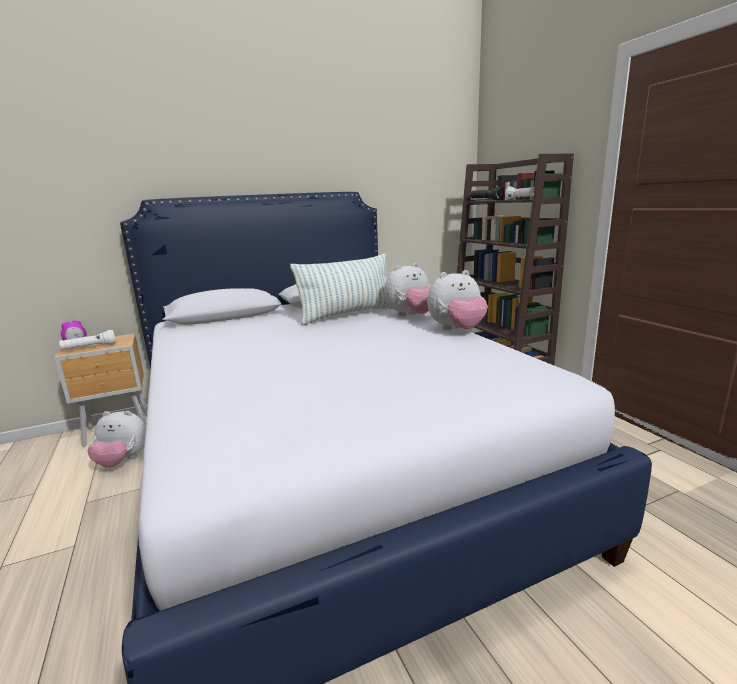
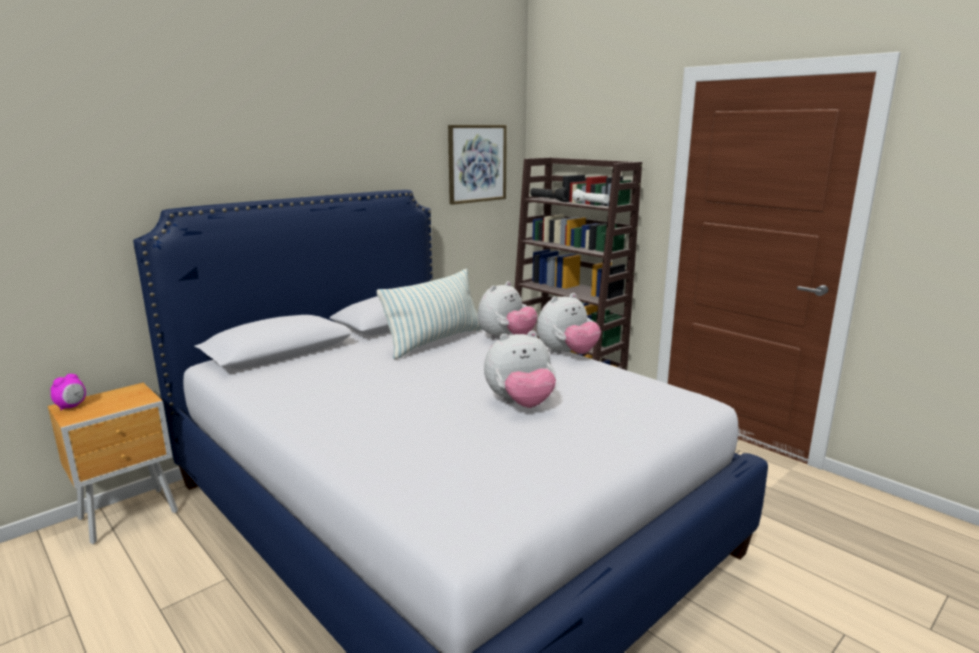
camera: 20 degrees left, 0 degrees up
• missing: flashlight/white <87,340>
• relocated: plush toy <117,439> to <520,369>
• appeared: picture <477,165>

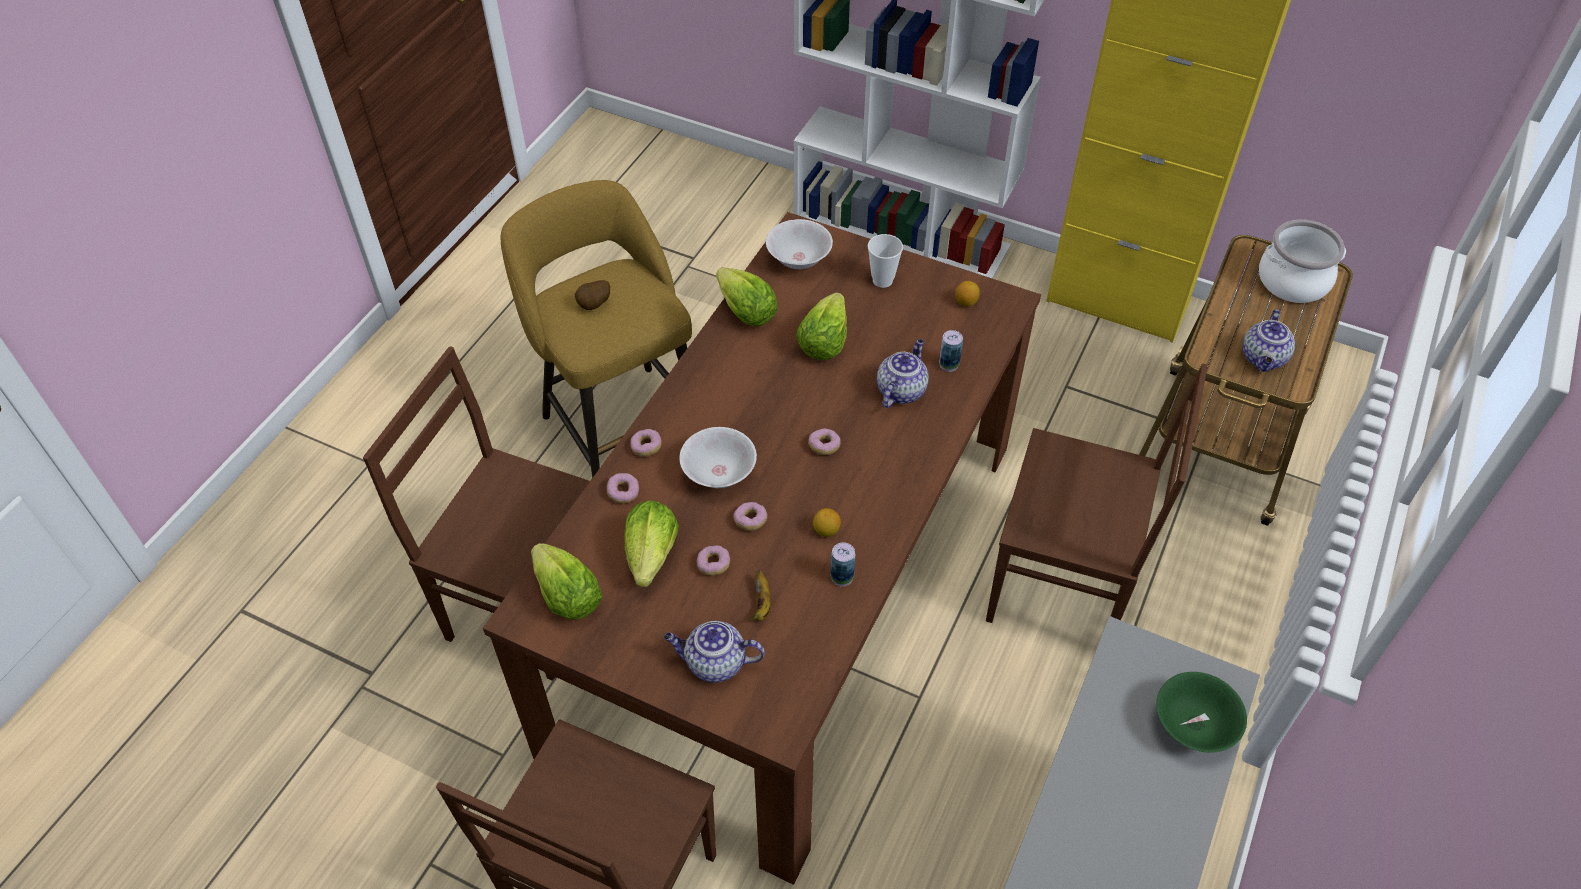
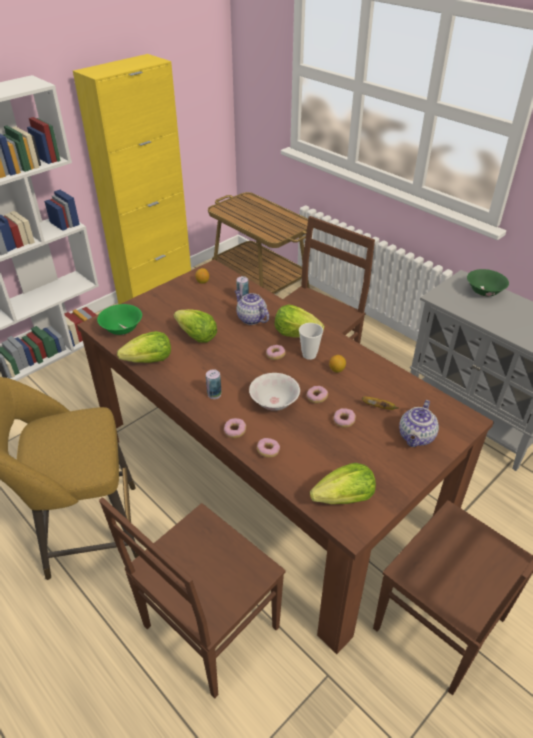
camera: 70 degrees left, 10 degrees down
• colour: bowl/white <799,244> to bowl/green <119,319>
• missing: cooking pot <1302,261>
• relocated: cup <885,261> to <311,341>
• missing: potato <592,295>
• missing: teapot <1269,340>
• relocated: lettuce <651,544> to <299,321>
• relocated: can <842,564> to <213,384>

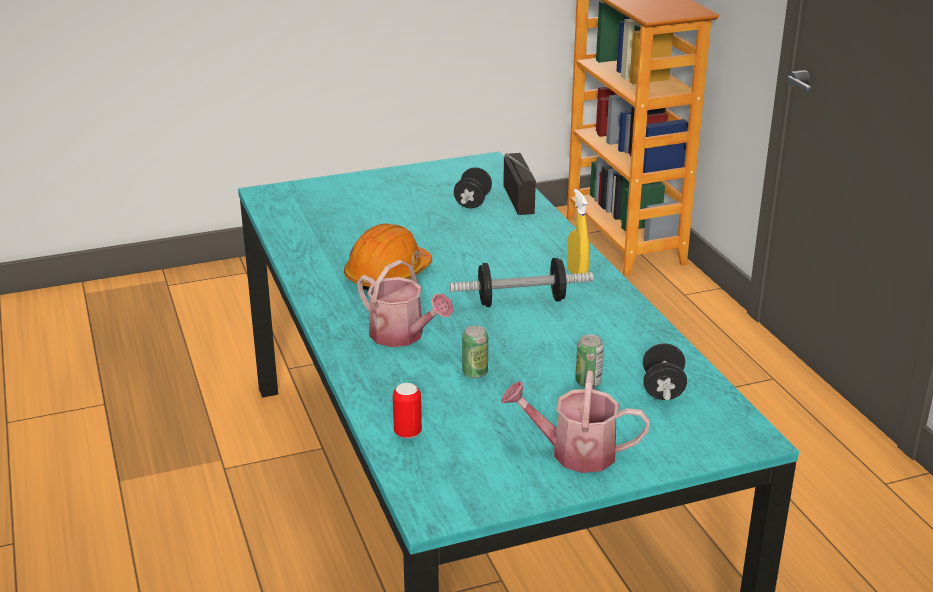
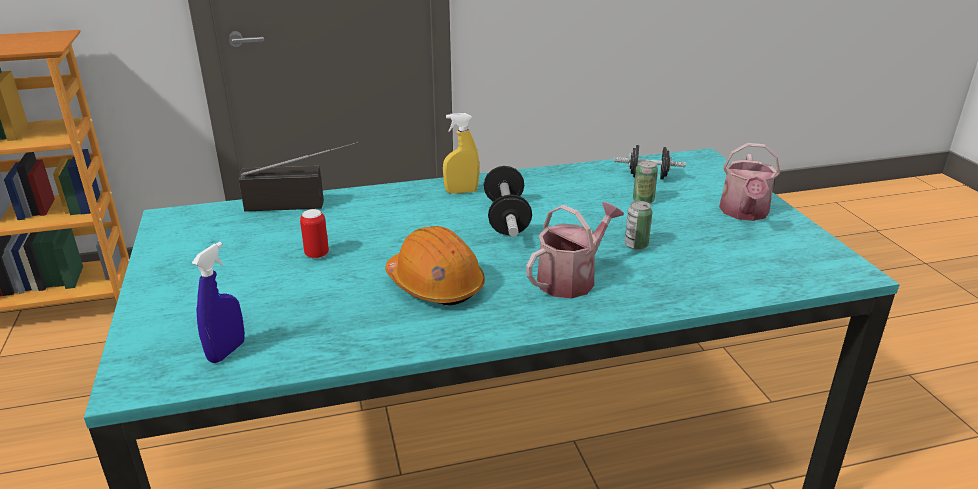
camera: 85 degrees left, 0 degrees up
• missing: dumbbell/black <473,187>
• relocated: can <407,410> to <314,234>
• appeared: spray bottle/blue <218,302>

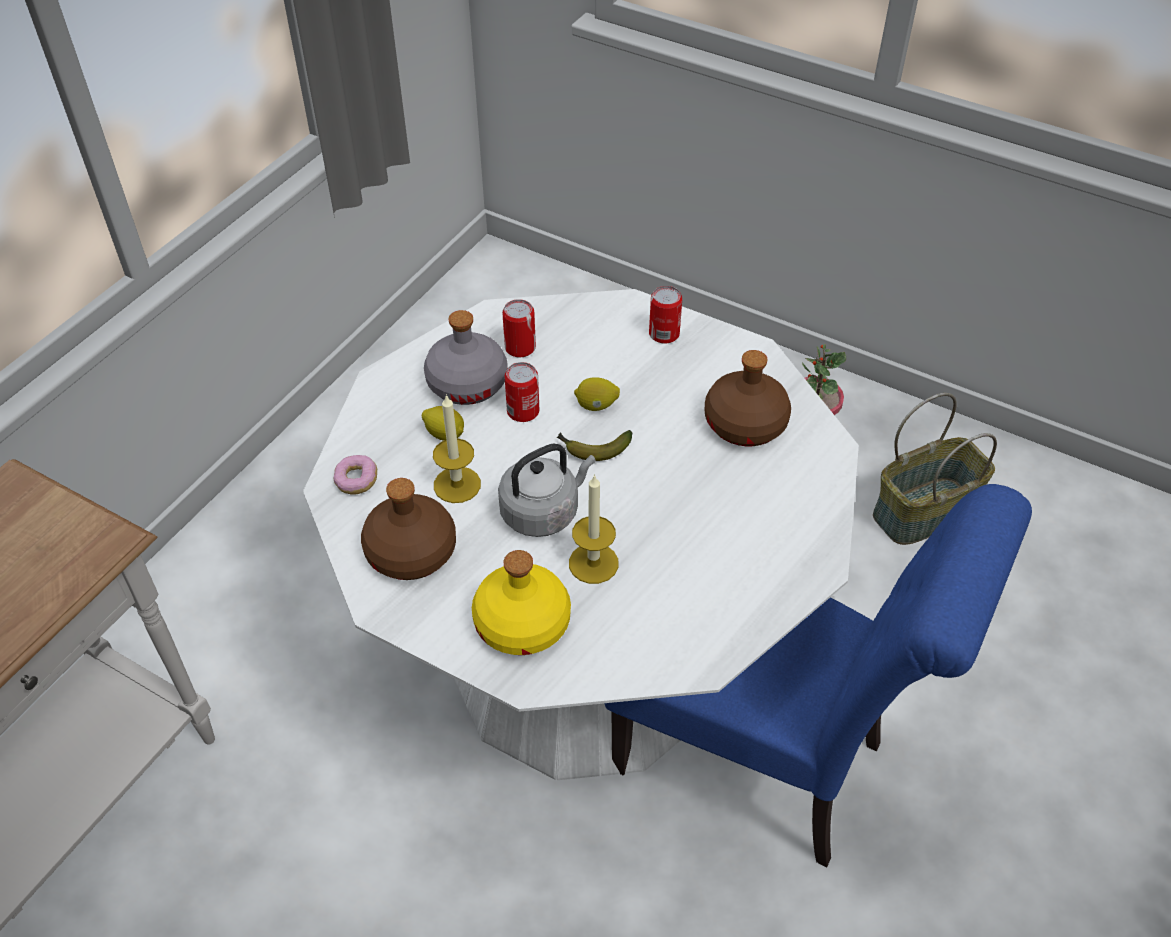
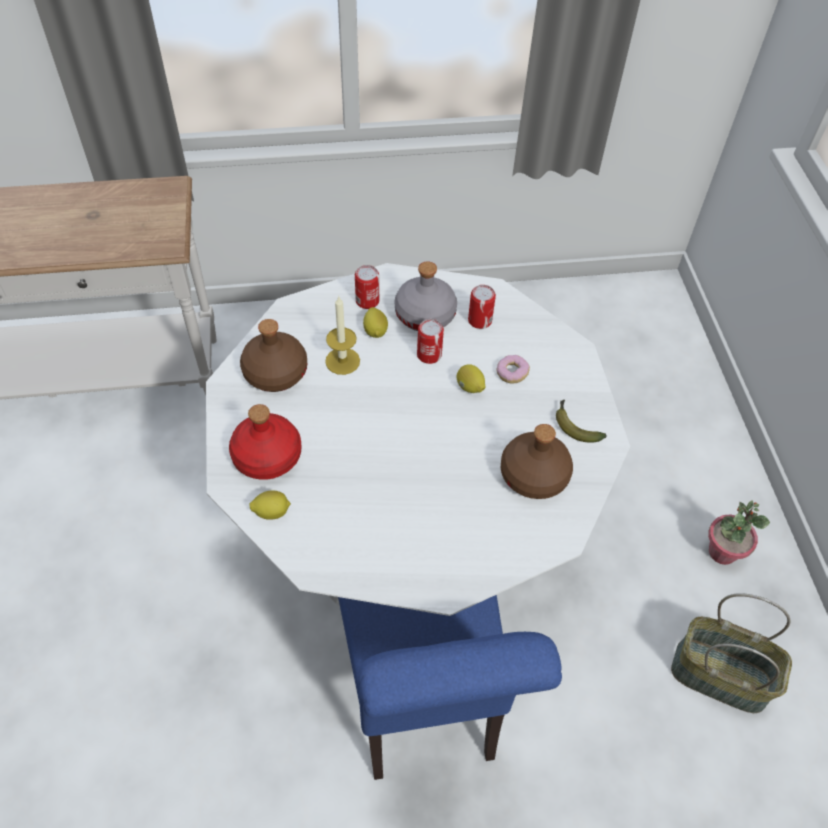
camera: 50 degrees right, 5 degrees up
• relocated: can <665,315> to <367,287>
• relocated: banana <594,445> to <581,420>
• missing: kettle/grey <547,490>
• relocated: donut <355,475> to <513,369>
• missing: candle <594,529>
• colour: bottle/yellow <521,602> to bottle/red <265,441>
• appeared: lemon <270,505>

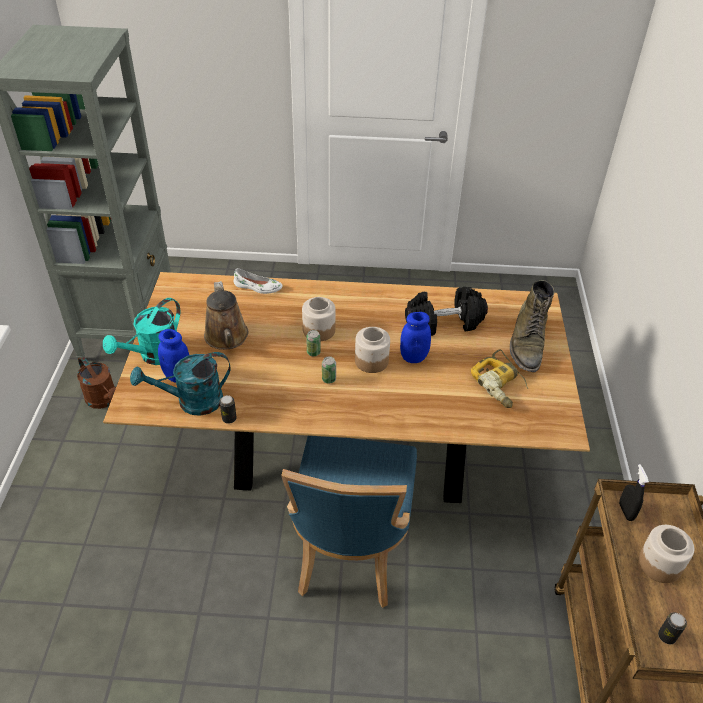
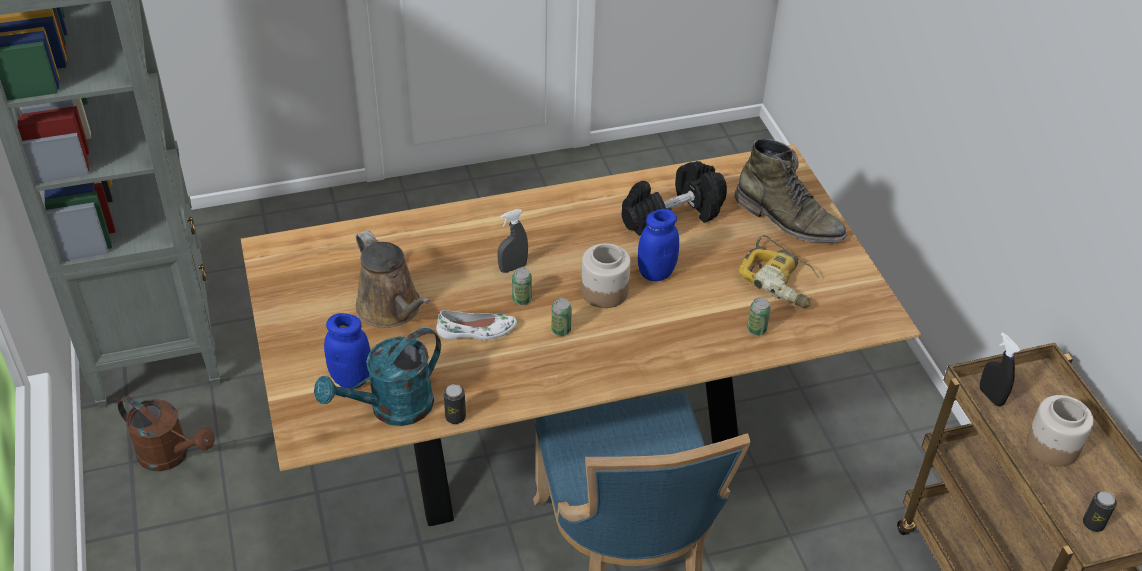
camera: 20 degrees left, 0 degrees up
• relocated: shoe/white <258,281> to <476,325>
• spun: boot/green <532,326> = <790,191> 45 degrees counterclockwise
• exchanged: jar <319,319> to spray bottle/grey <513,241>
• missing: watering can/turquoise <142,331>
• appeared: can <759,317>

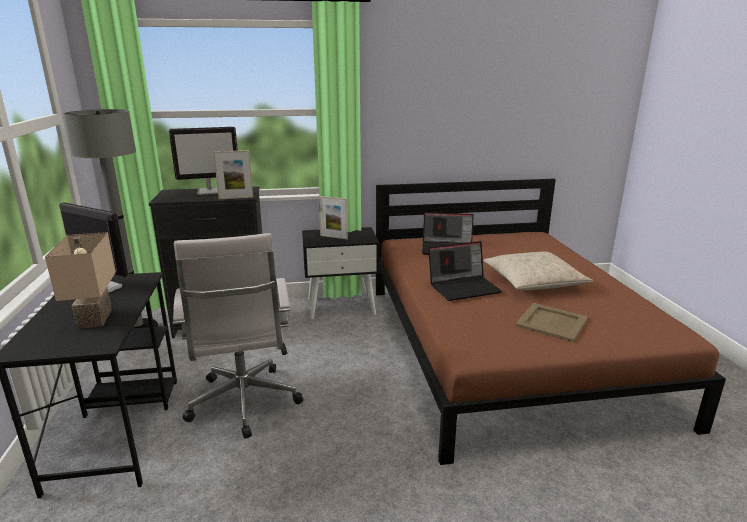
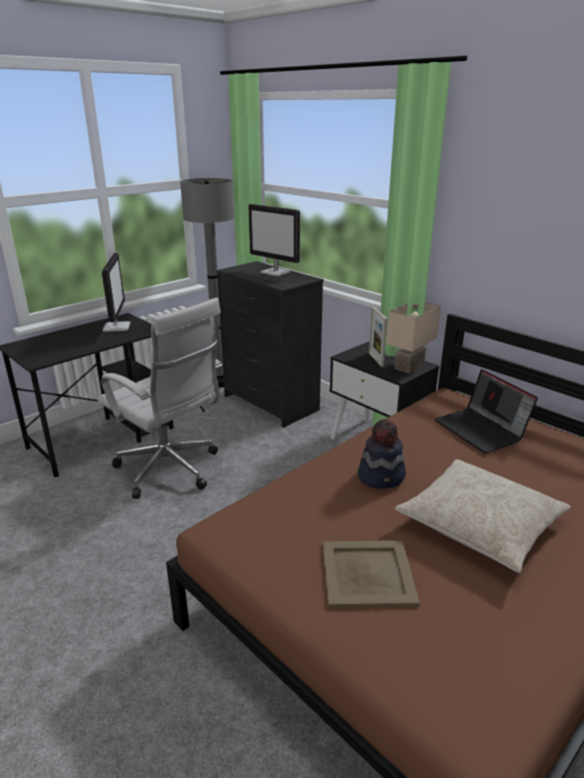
camera: 55 degrees right, 5 degrees up
• missing: picture frame <233,174>
• relocated: table lamp/beige <80,280> to <413,338>
• spun: office chair/white <238,336> = <160,398> 90 degrees counterclockwise
• exchanged: laptop <465,271> to hat <382,453>

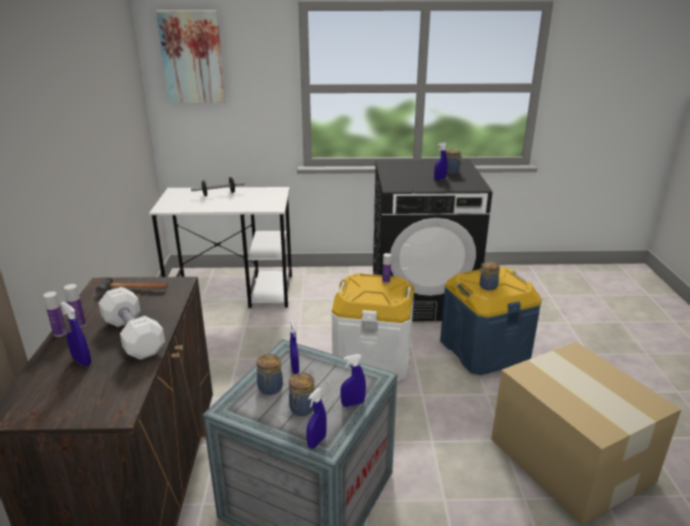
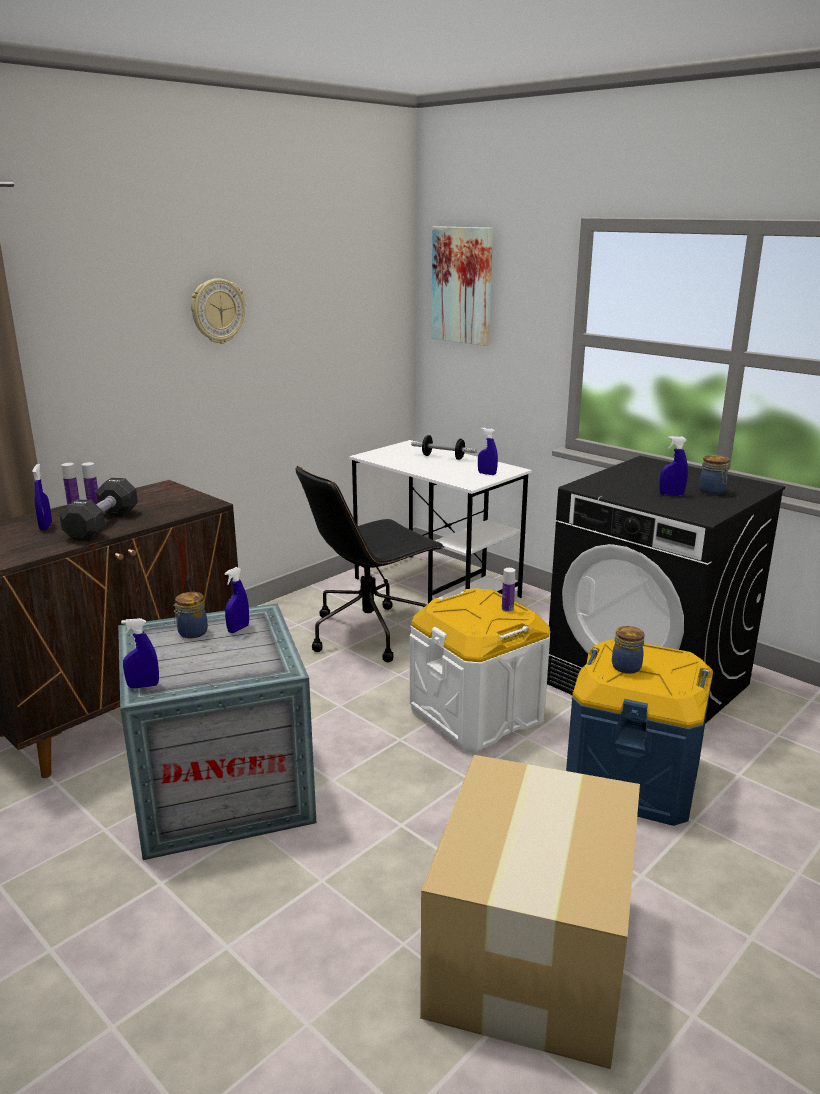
camera: 45 degrees right, 5 degrees down
• missing: hammer <132,286>
• colour: dumbbell/white <132,323> to dumbbell/black <99,509>
• relocated: spray bottle/blue <353,380> to <488,451>
• missing: jar <302,394>
• appeared: wall clock <218,311>
• appeared: office chair/black <370,563>

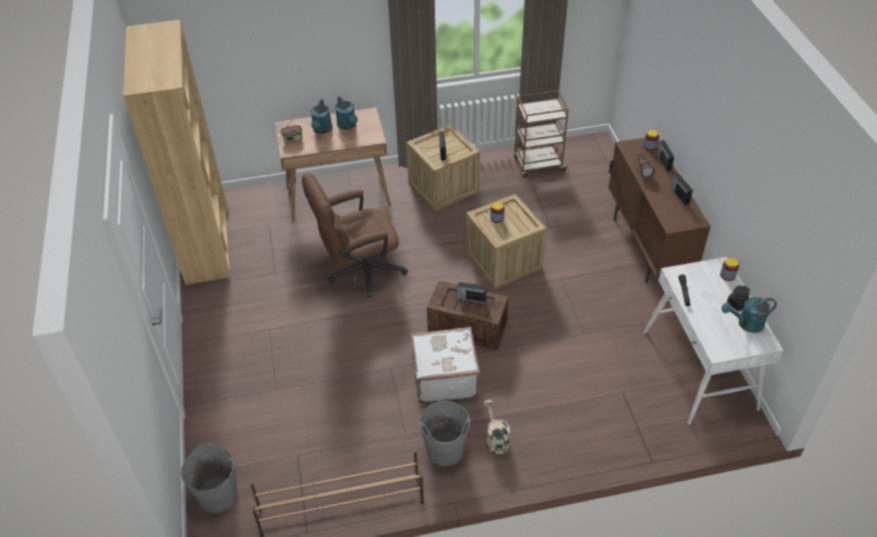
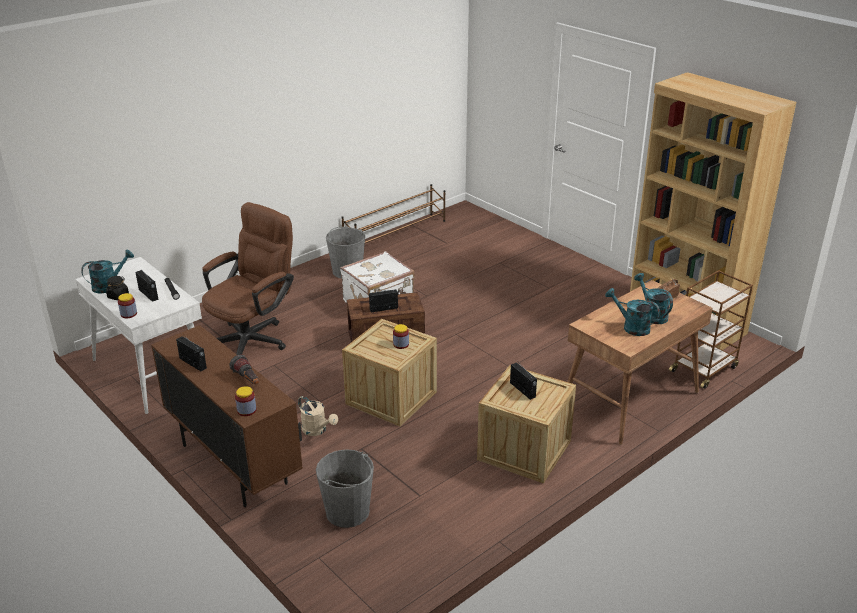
camera: 150 degrees right, 15 degrees down
• relocated: cart/brown <541,134> to <711,329>
• relocated: radio <665,156> to <146,285>
• relocated: office chair/brown <355,235> to <248,278>
• relocated: watering can/beige <496,427> to <318,416>
• relocated: bucket/grey <209,478> to <345,488>

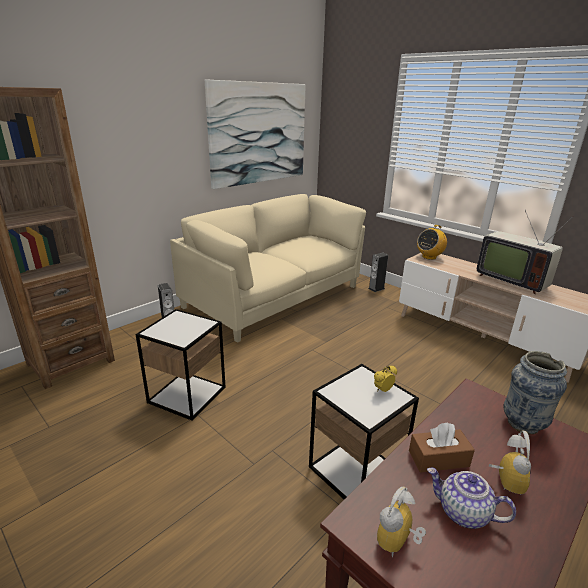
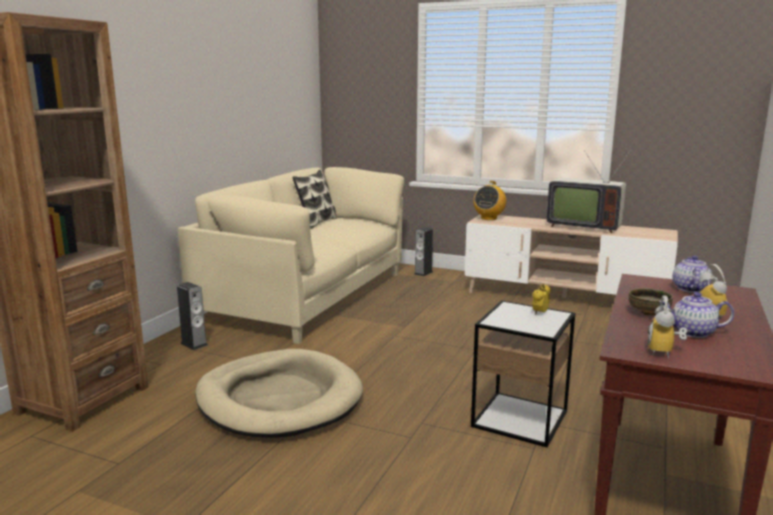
camera: 20 degrees left, 10 degrees down
• missing: picture <255,134>
• exchanged: side table <181,365> to dog bed/beige <279,393>
• exchanged: vase <535,392> to teapot <692,274>
• exchanged: tissue box/brown <442,447> to bowl <651,302>
• appeared: pillow <314,199>

